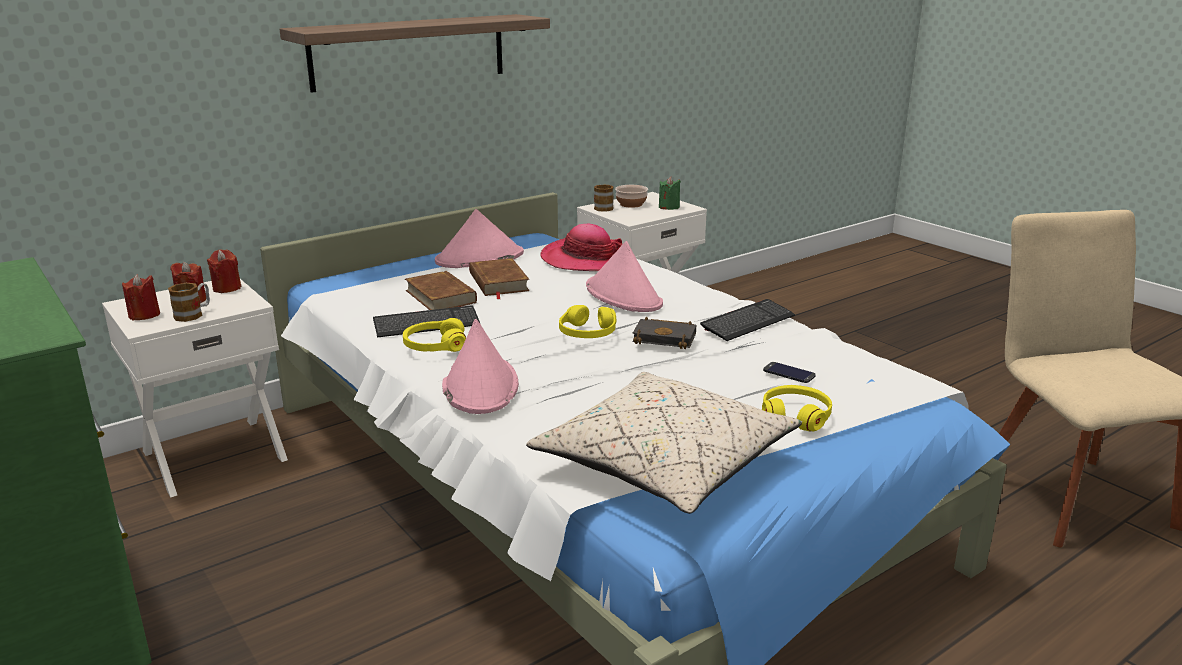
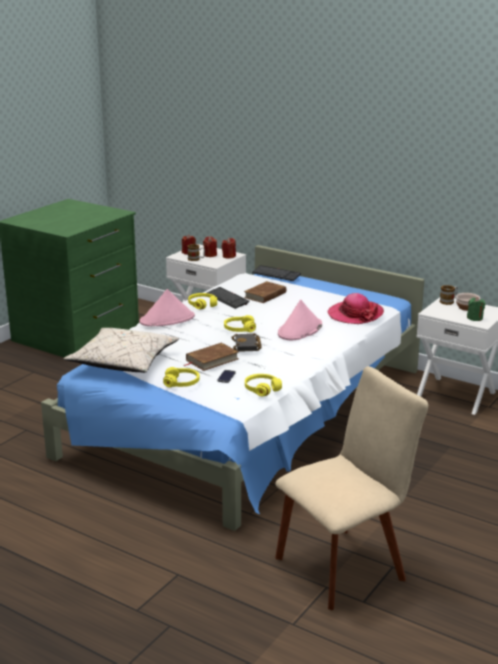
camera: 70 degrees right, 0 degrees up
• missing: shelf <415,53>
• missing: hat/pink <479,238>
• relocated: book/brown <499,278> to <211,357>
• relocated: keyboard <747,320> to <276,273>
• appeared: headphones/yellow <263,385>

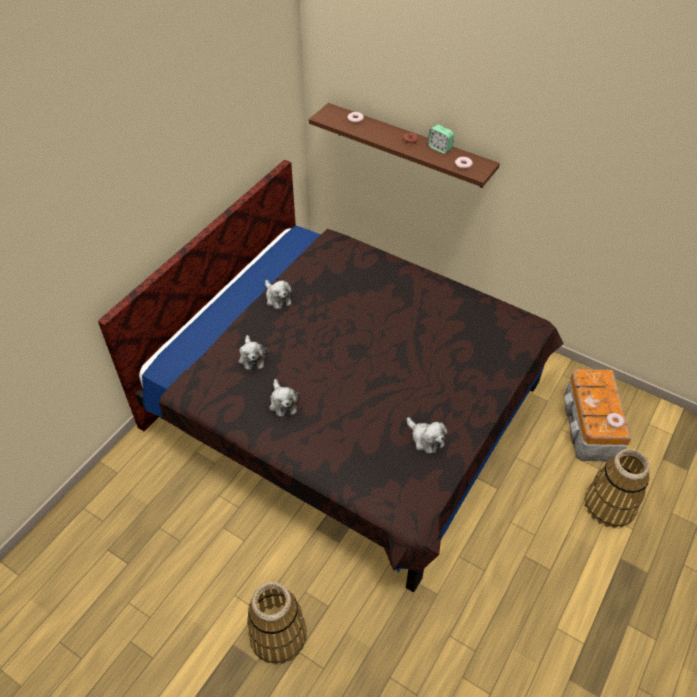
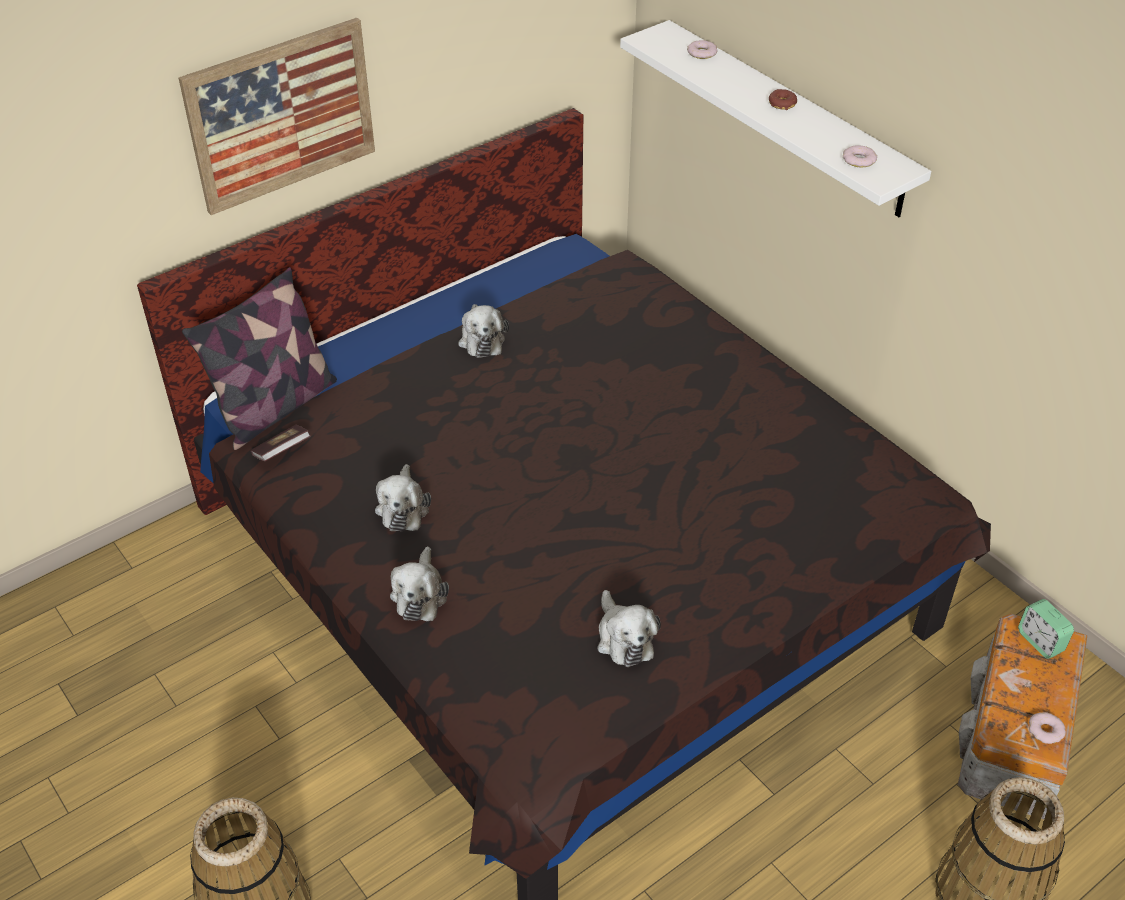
camera: 20 degrees right, 5 degrees down
• colour: shelf/brown <404,145> to shelf/white <775,118>
• relocated: alarm clock <441,139> to <1046,629>
• relocated: plush toy <253,353> to <419,584>
• appeared: picture <277,116>
• appeared: pillow <259,358>
• appeared: book <281,443>

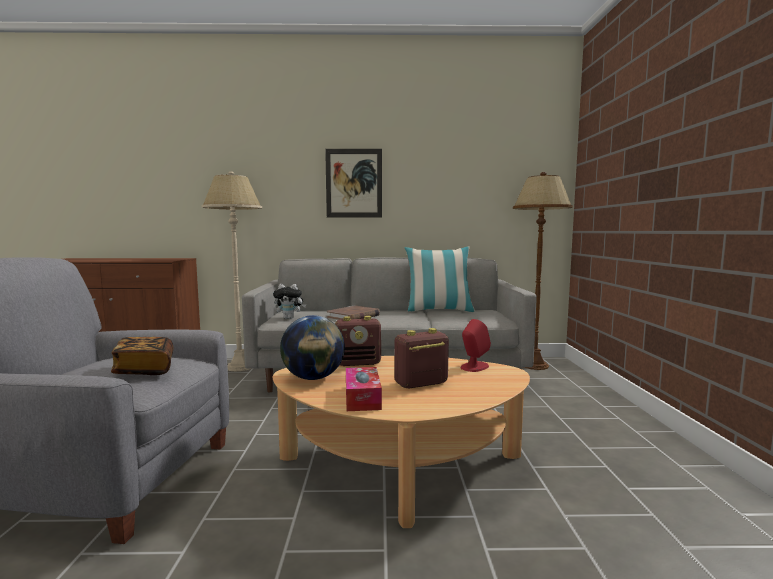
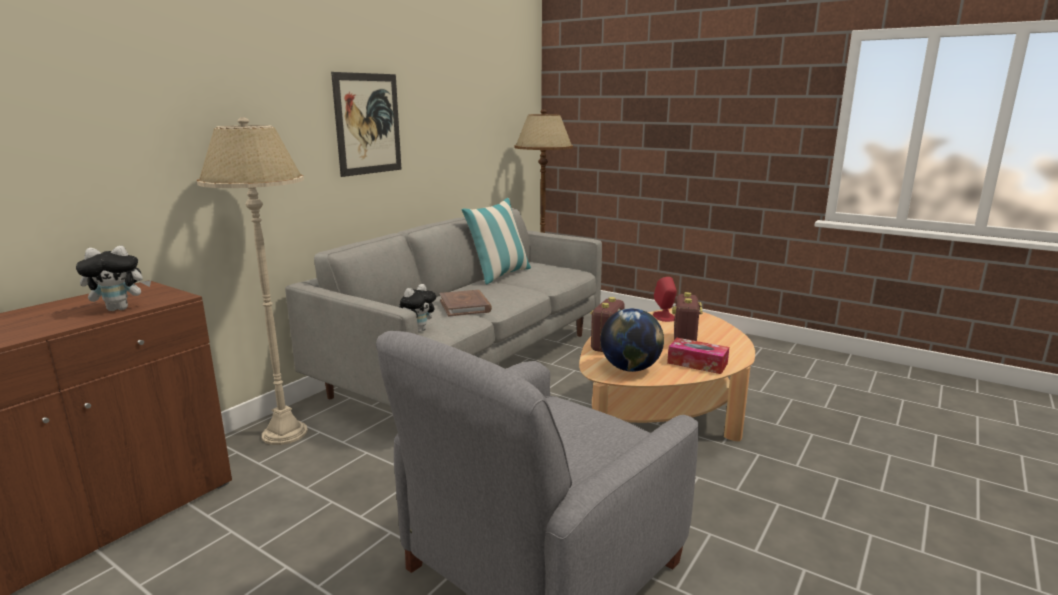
camera: 55 degrees left, 10 degrees up
• missing: book <142,356>
• appeared: plush toy <113,278>

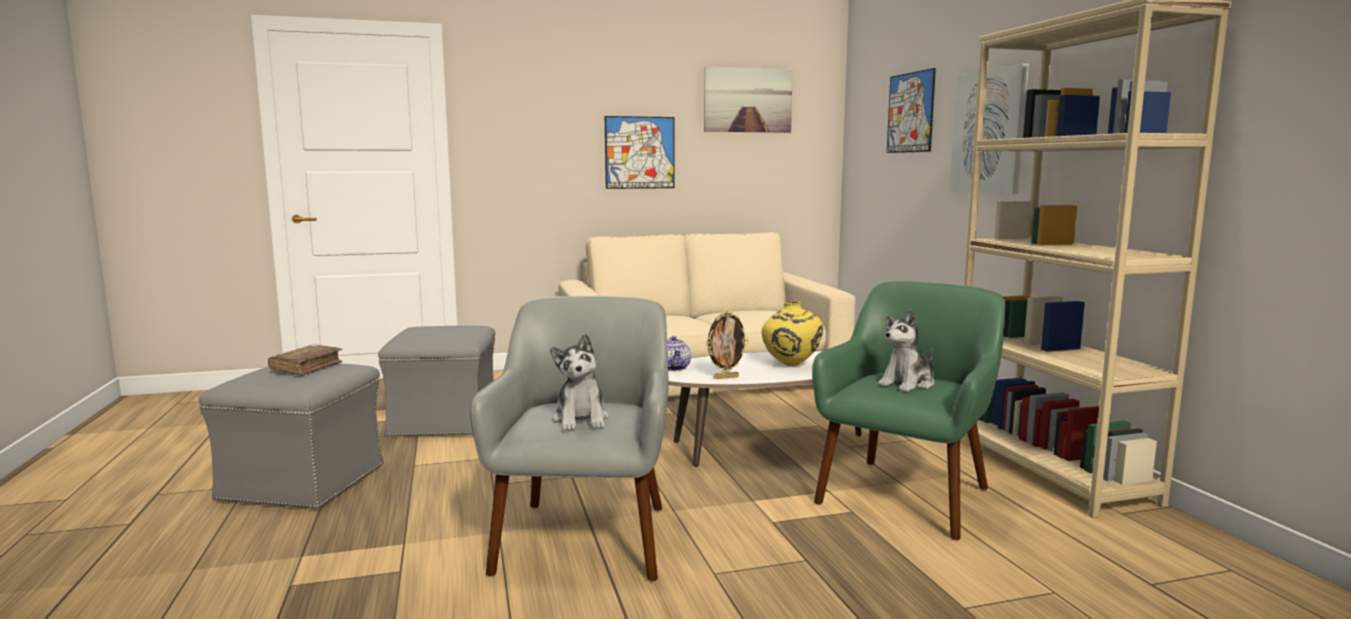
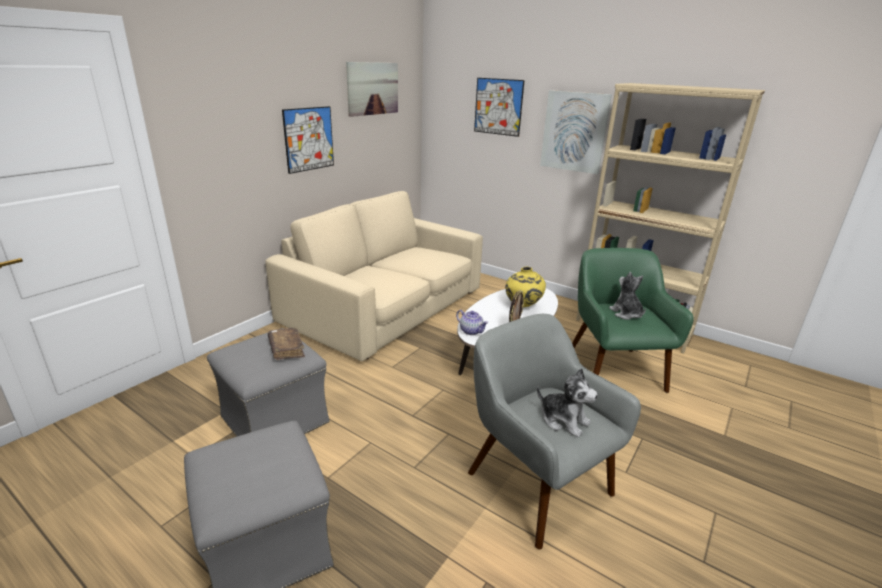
camera: 40 degrees left, 15 degrees up
• spun: plush toy <906,351> = <627,296> 150 degrees clockwise
• relocated: book/brown <305,360> to <286,343>

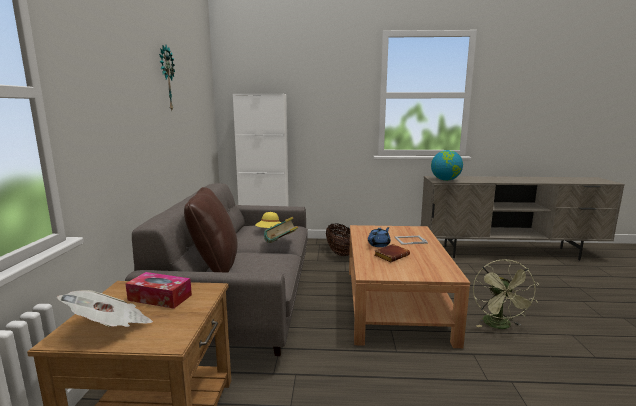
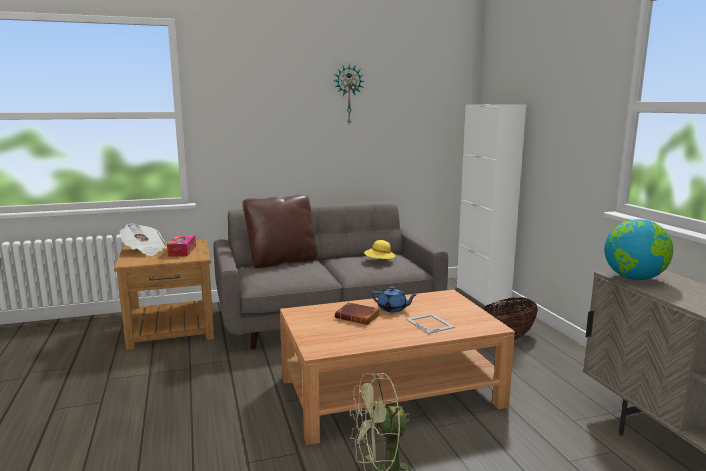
camera: 70 degrees right, 0 degrees up
• missing: book <281,230>

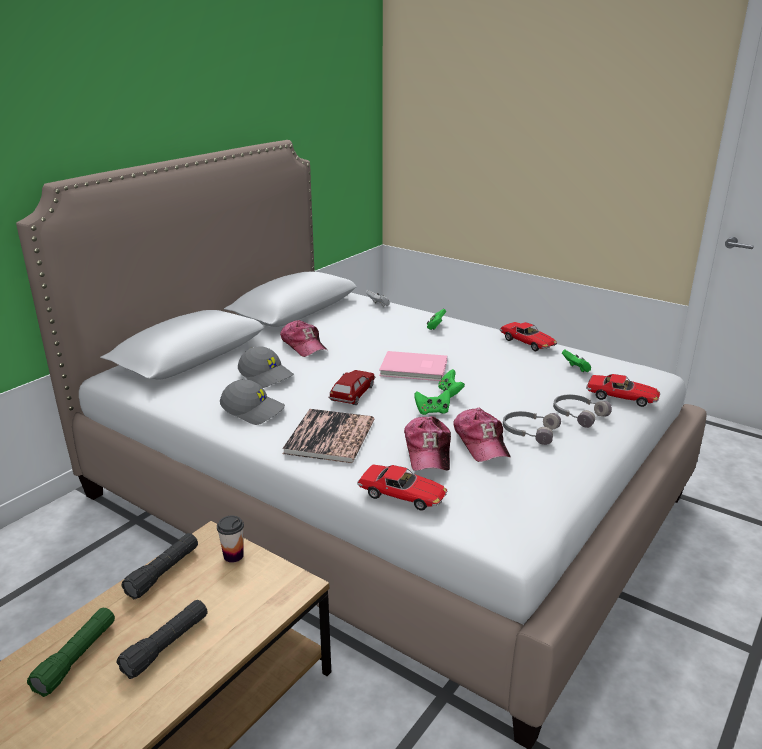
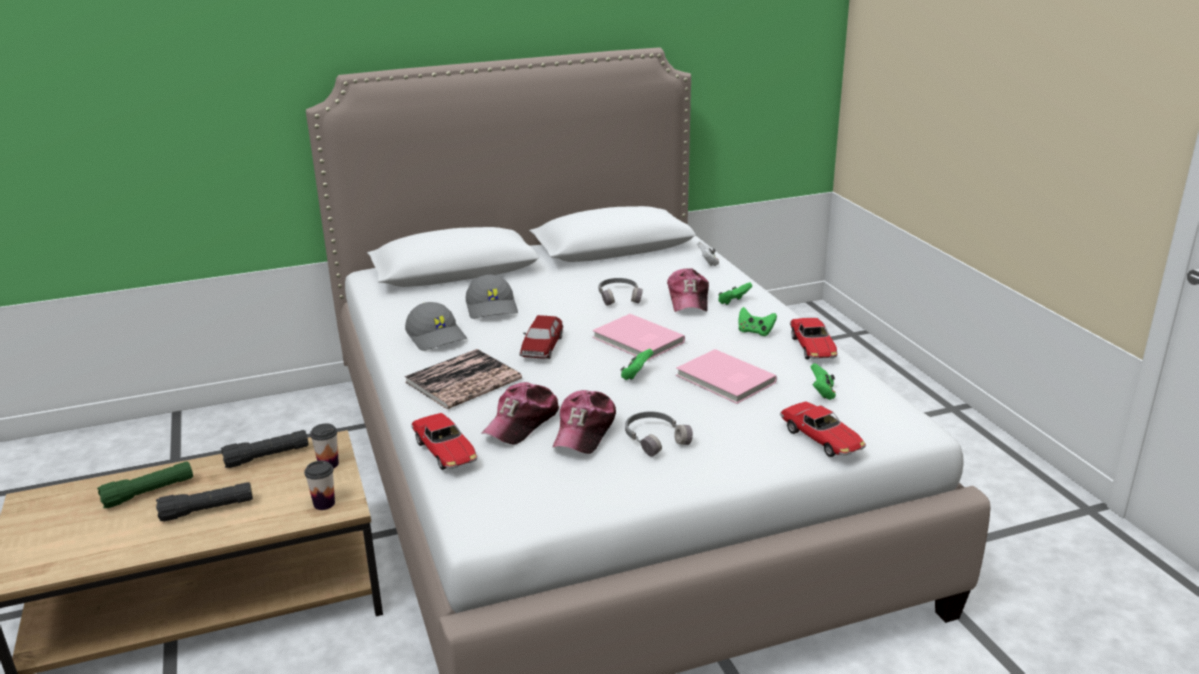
camera: 35 degrees right, 0 degrees up
• relocated: cap <304,338> to <688,290>
• spun: toy car <352,387> = <541,337> 135 degrees clockwise
• relocated: game controller/green <432,402> to <757,321>
• relocated: headphones/grey <582,411> to <621,292>
• appeared: book/pink <726,376>
• appeared: cup <319,485>

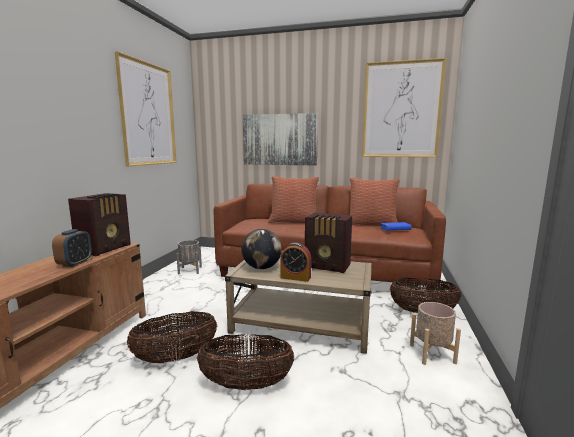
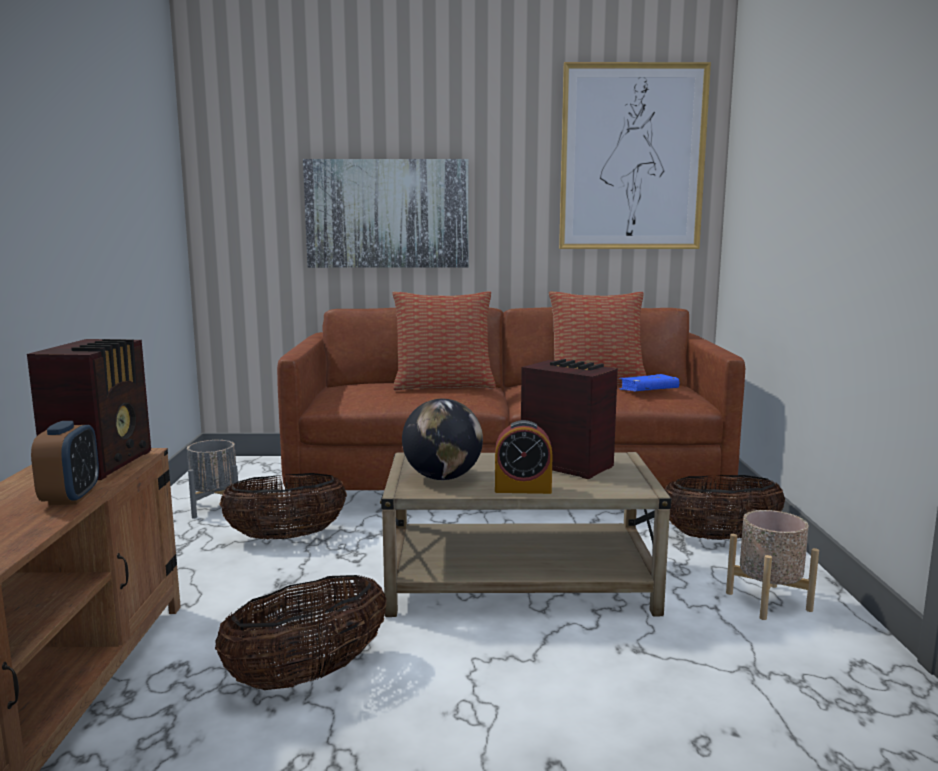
camera: 15 degrees left, 0 degrees up
• missing: picture <146,108>
• spun: radio <328,243> = <569,419> 150 degrees counterclockwise
• relocated: basket <245,362> to <283,506>

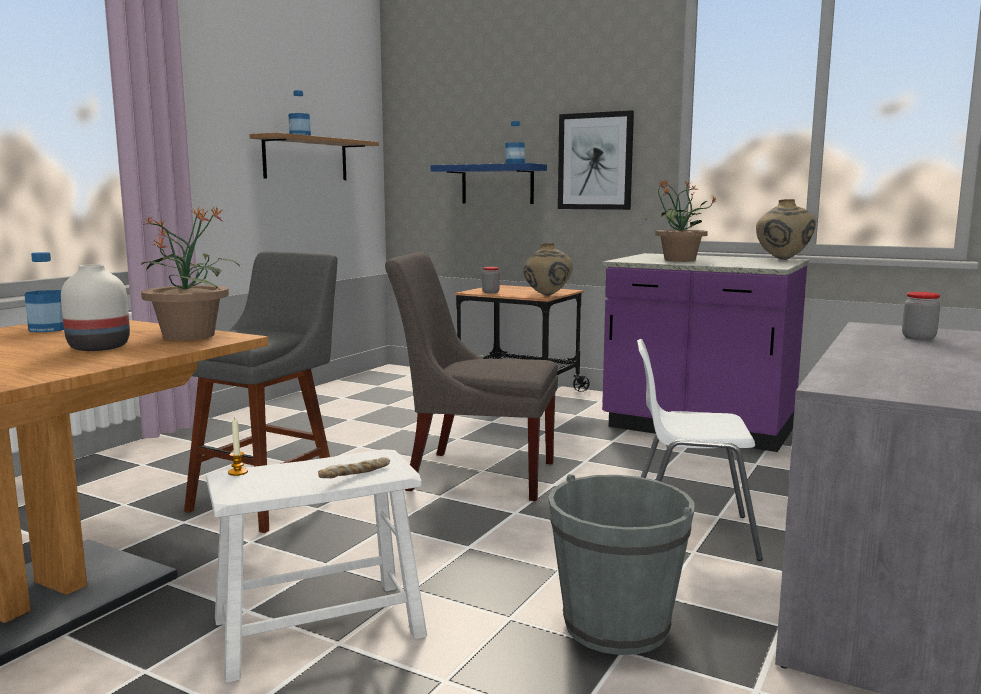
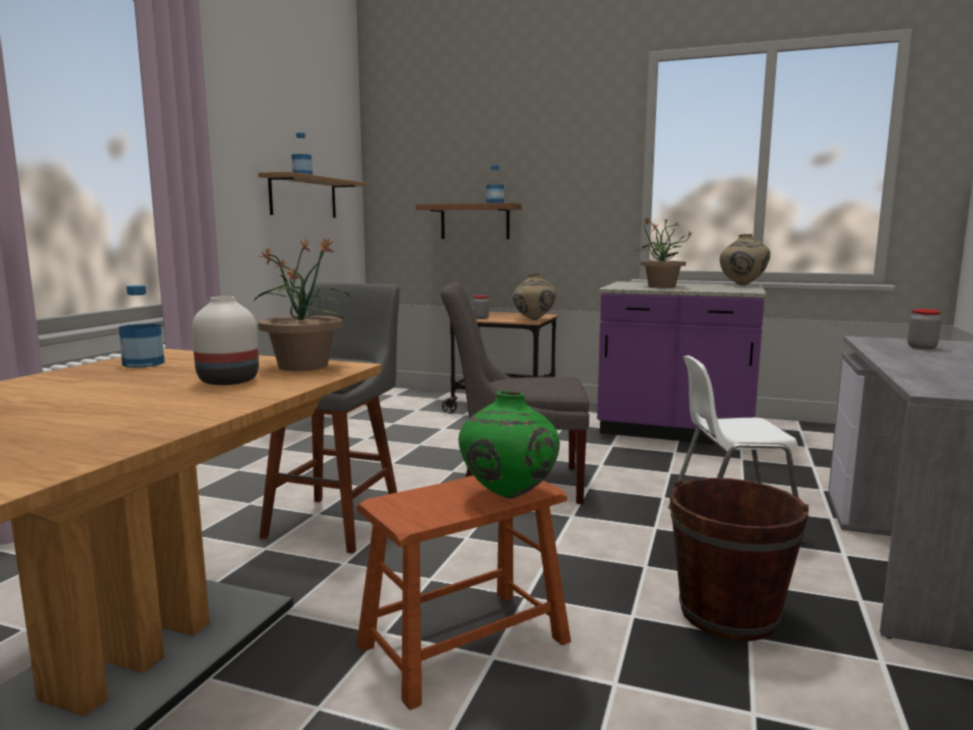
camera: 10 degrees left, 0 degrees up
• missing: picture <596,160>
• colour: shelf/blue <489,183> to shelf/brown <469,221>
• missing: candle <238,447>
• colour: stool/white <316,566> to stool/brown <464,592>
• exchanged: bread <354,467> to vase/green <509,444>
• colour: bucket/grey <621,564> to bucket/brown <739,559>

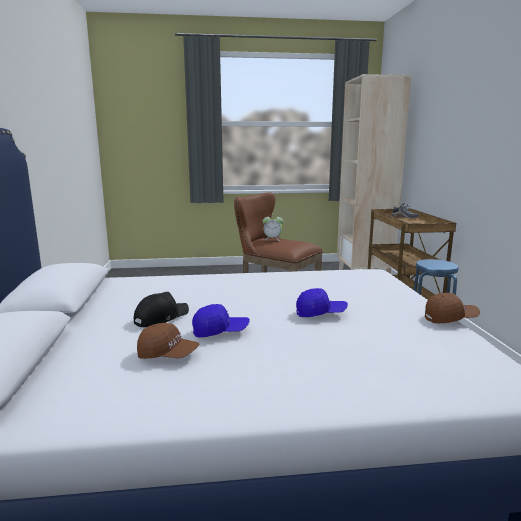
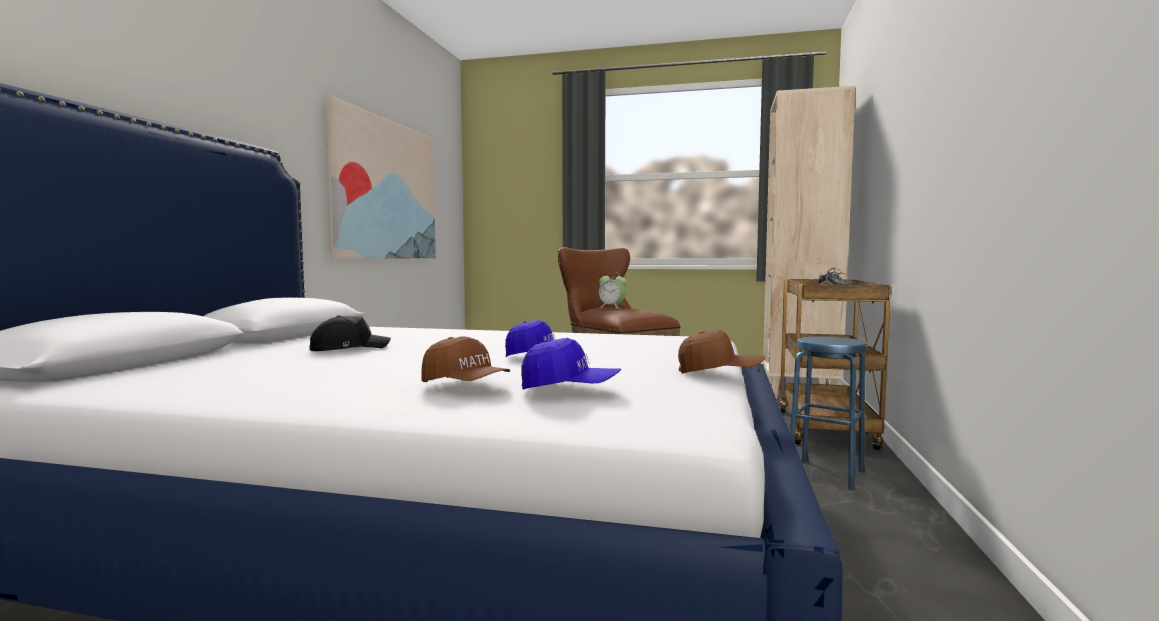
camera: 20 degrees right, 10 degrees down
• relocated: cap/blue <221,320> to <571,363>
• relocated: cap/brown <168,341> to <465,359>
• appeared: picture <380,176>

